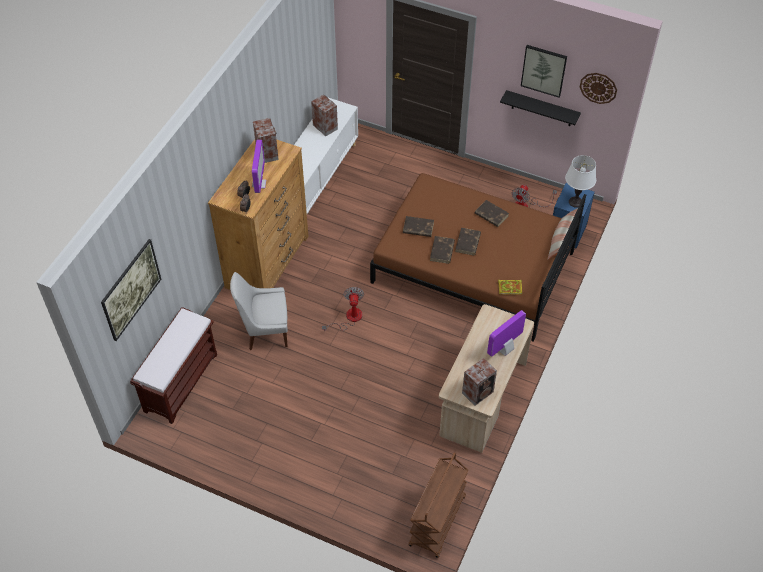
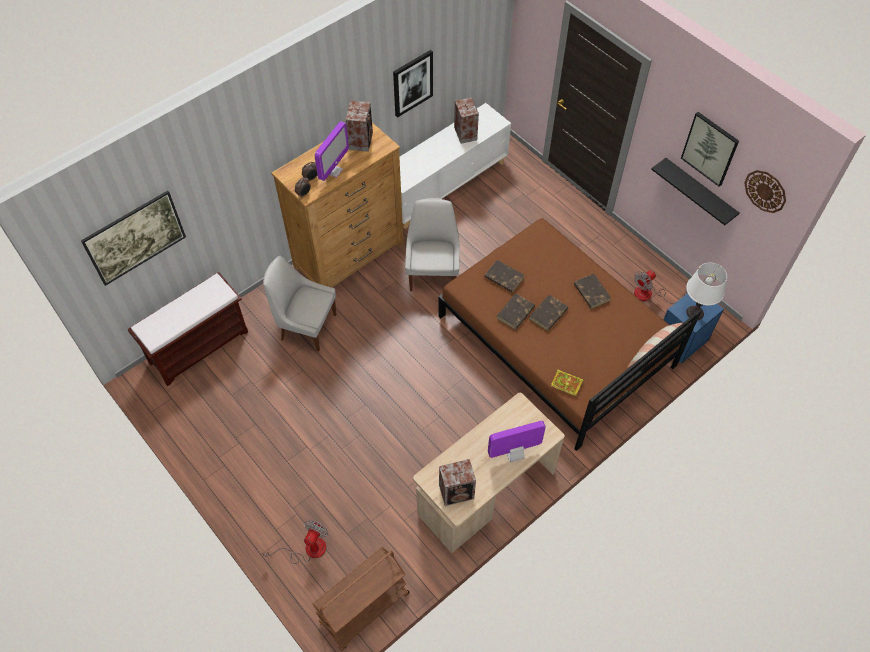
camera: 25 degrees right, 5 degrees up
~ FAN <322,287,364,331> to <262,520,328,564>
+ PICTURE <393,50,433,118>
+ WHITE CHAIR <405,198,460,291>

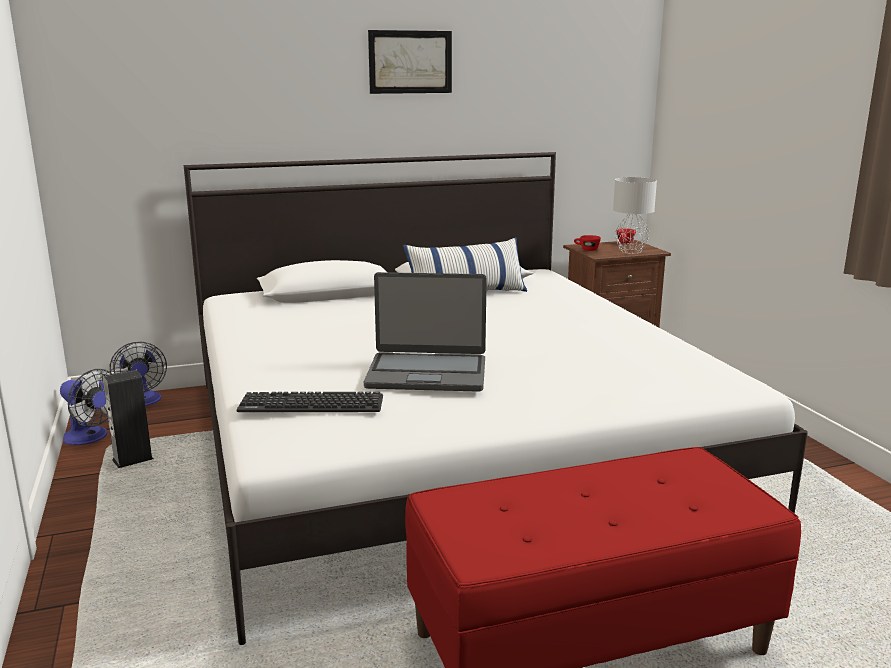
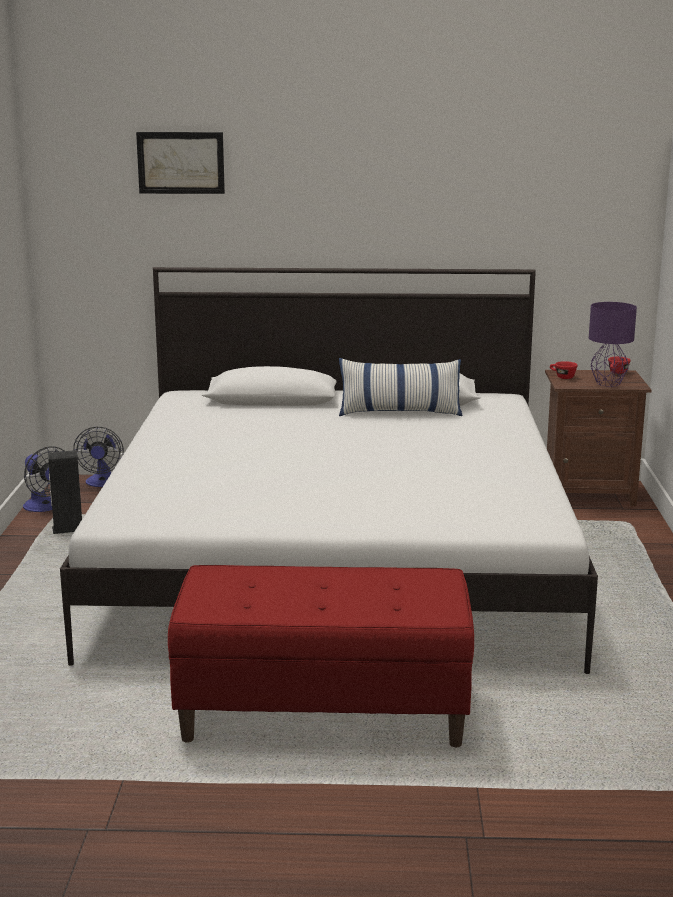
camera: 20 degrees right, 0 degrees up
~ PICTURE <368,30,452,94> to <136,132,225,194>
~ GREY TABLE LAMP <613,177,657,254> to PURPLE TABLE LAMP <589,302,637,387>
- LAPTOP <364,272,487,392>
- KEYBOARD <237,392,383,412>

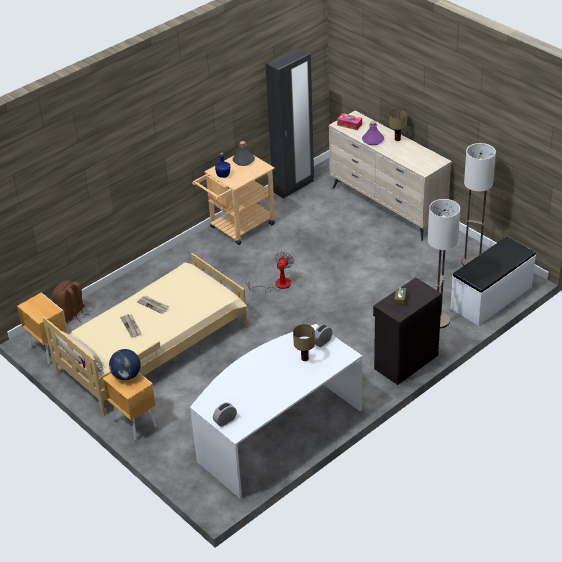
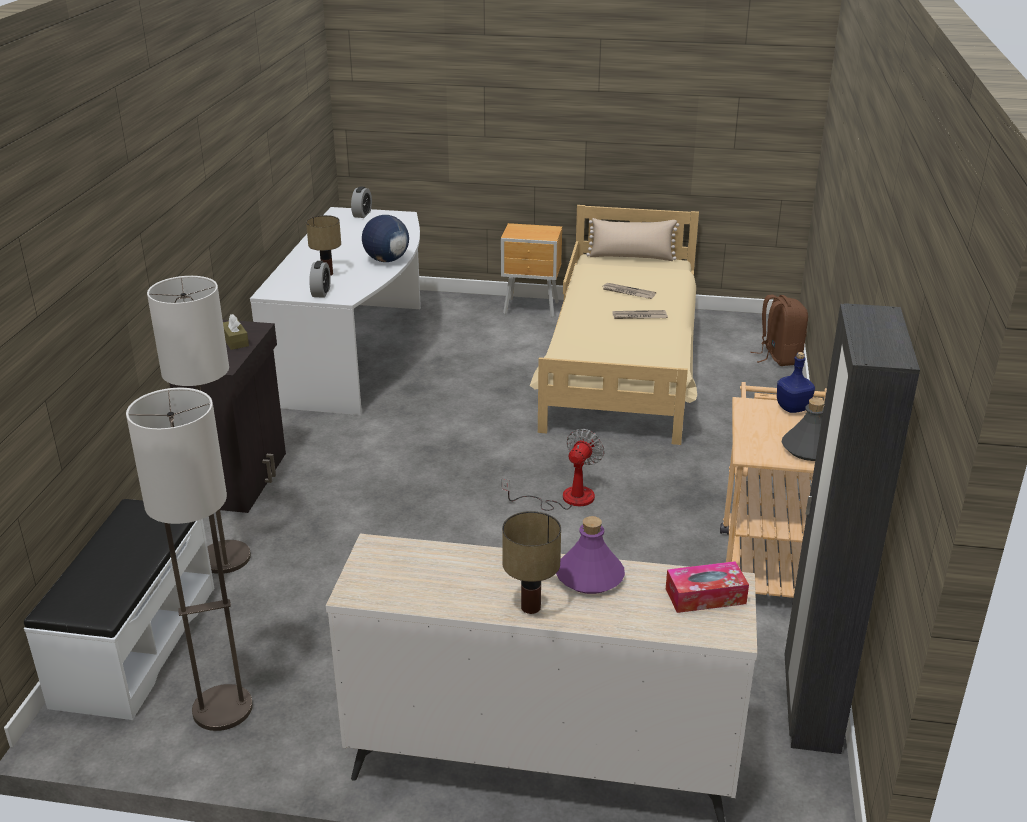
camera: 140 degrees right, 10 degrees down
~ FAN <245,251,294,293> = <502,429,605,511> 135 degrees counterclockwise
- BROWN NIGHTSTAND <17,292,67,365>
~ GLOBE <109,349,141,381> to <362,215,409,262>

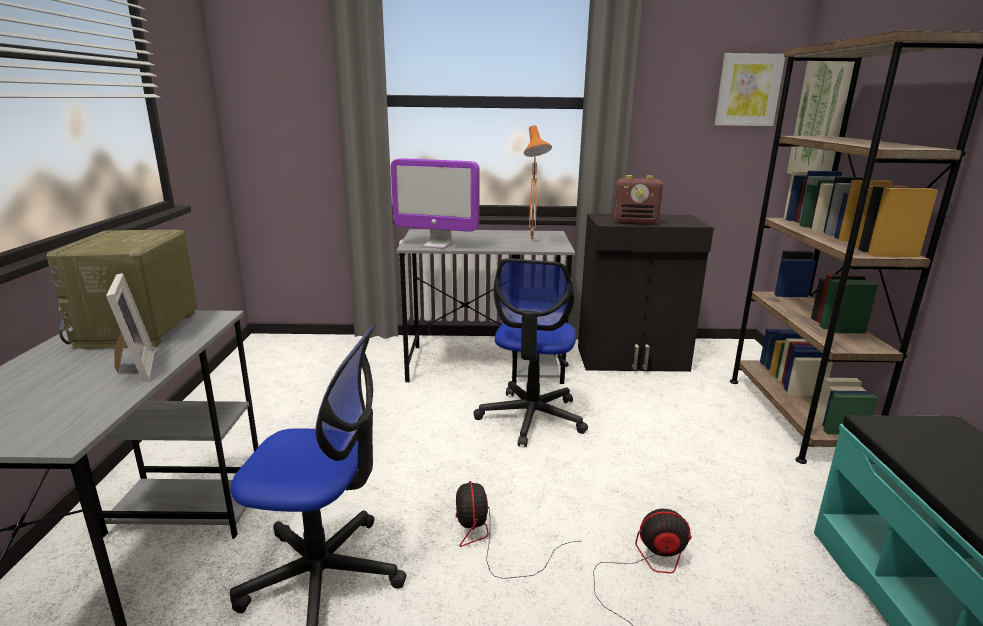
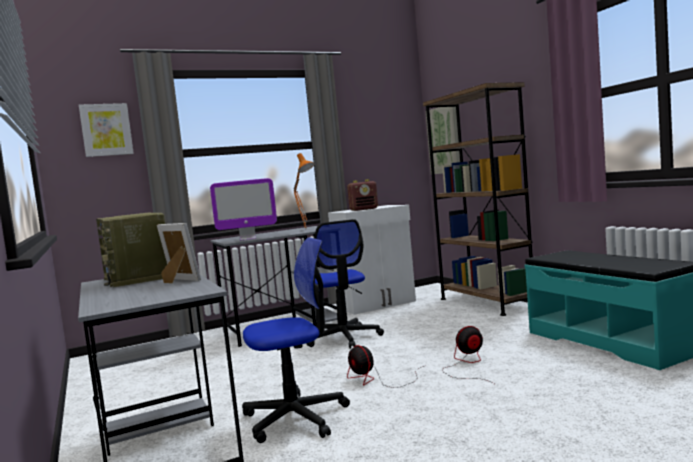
camera: 25 degrees left, 15 degrees down
~ PICTURE <714,53,785,126> to <79,103,134,157>
~ BLACK CABINET <578,214,714,372> to WHITE CABINET <328,205,416,315>

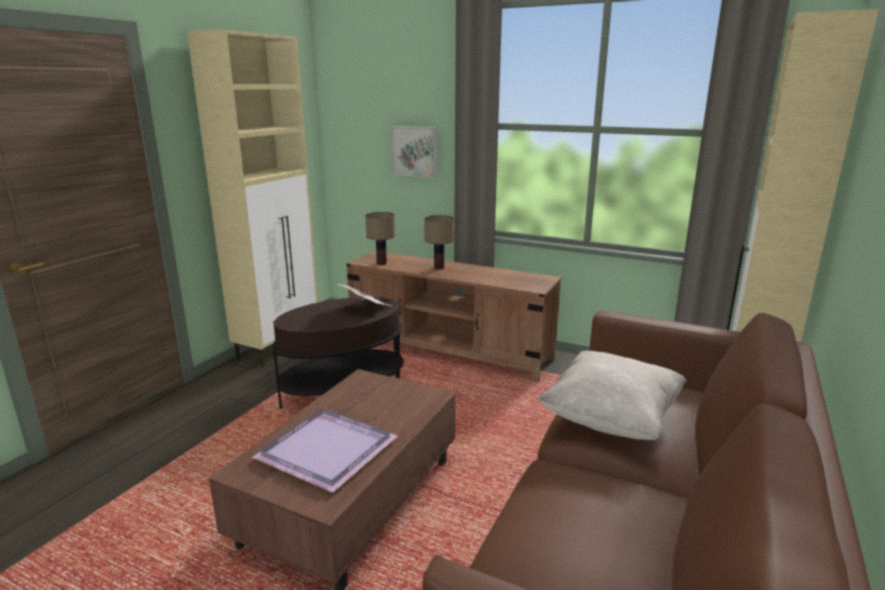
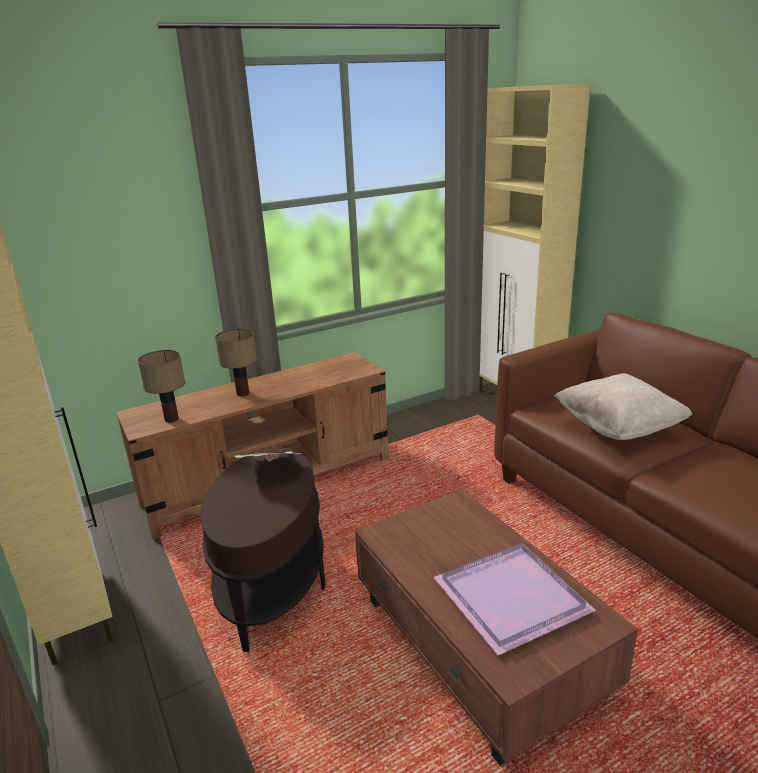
camera: 55 degrees left, 5 degrees up
- PICTURE <391,126,437,178>

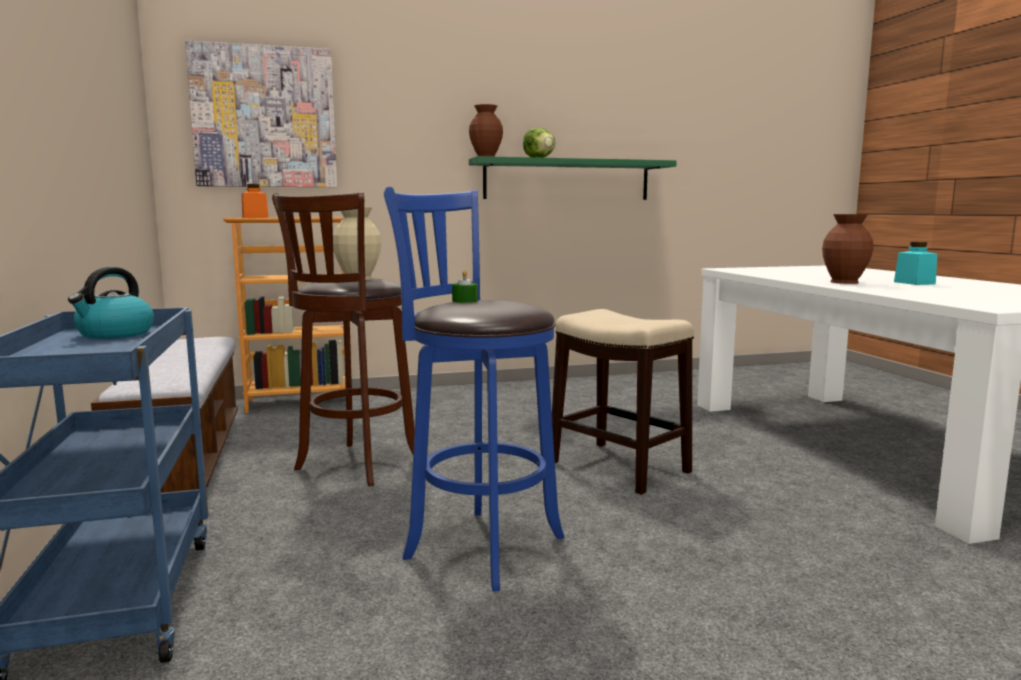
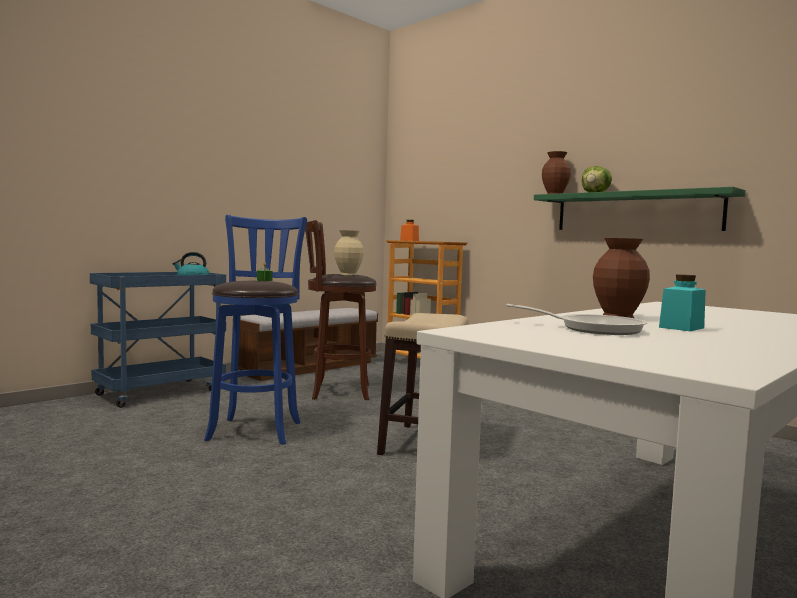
camera: 60 degrees right, 5 degrees down
- PICTURE <185,41,337,187>
+ FRYING PAN <506,304,647,335>

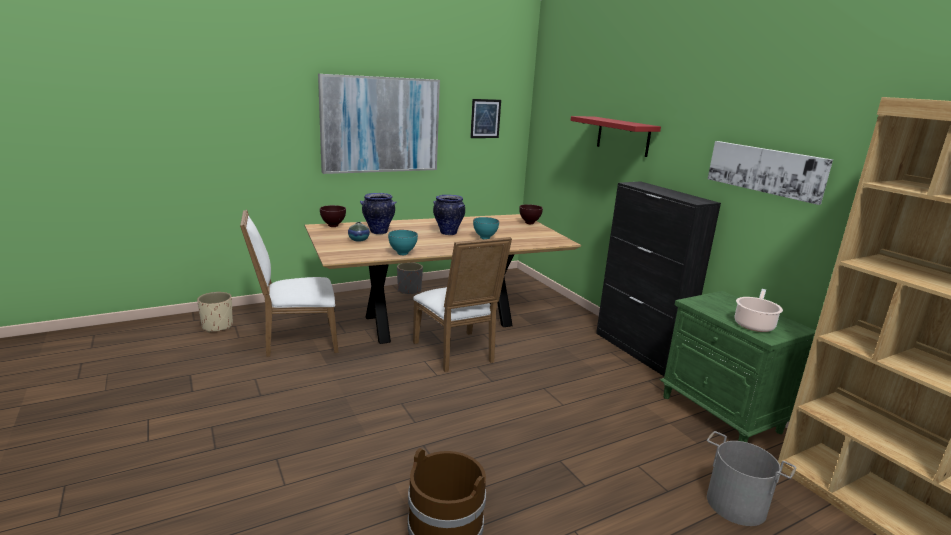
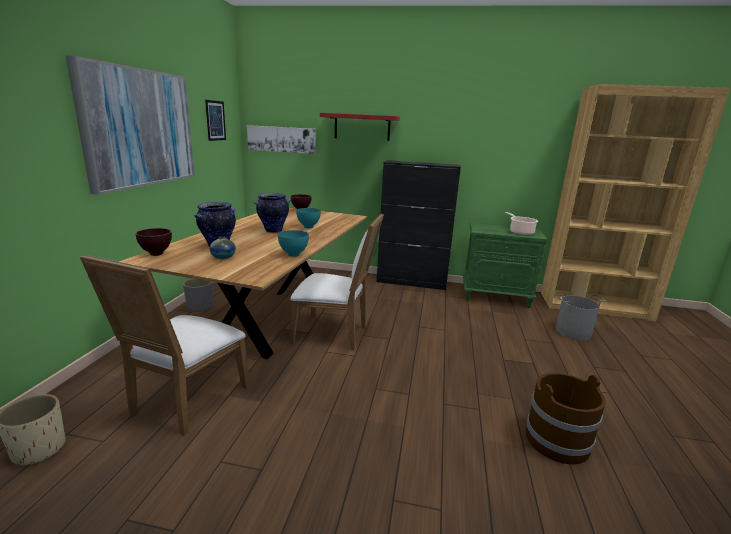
camera: 50 degrees left, 0 degrees up
~ PICTURE <708,141,833,205> to <247,125,316,154>

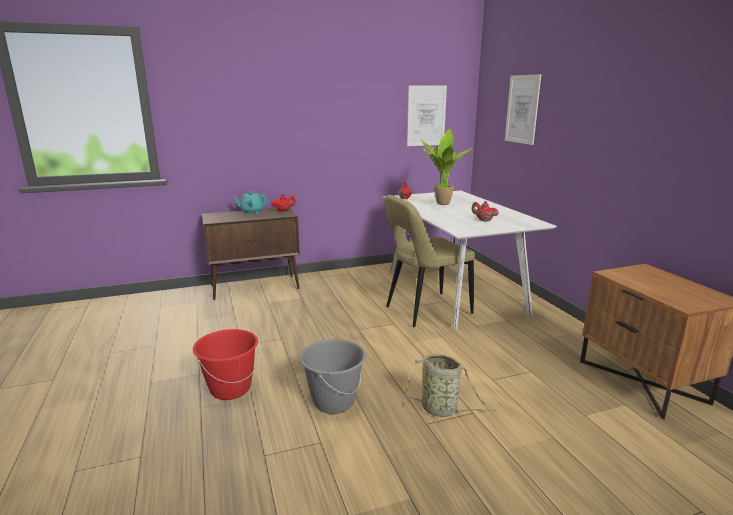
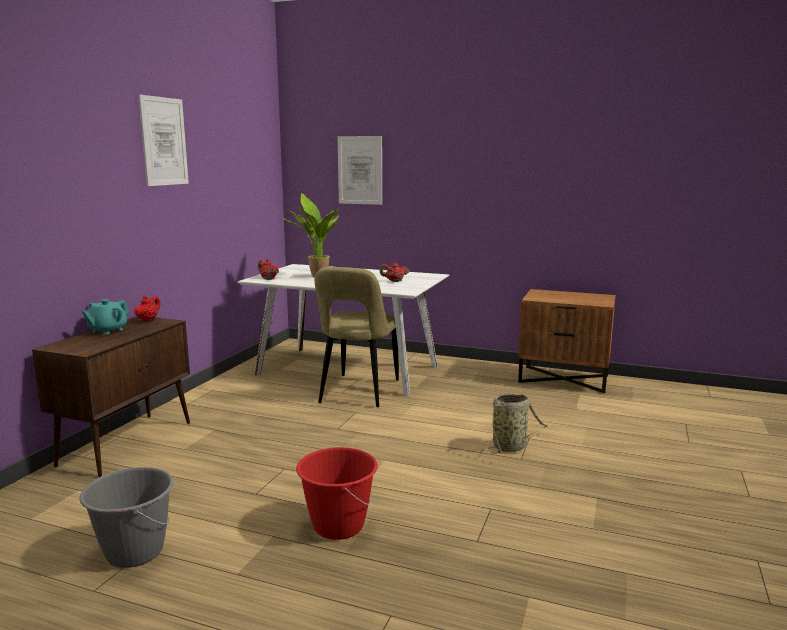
camera: 50 degrees left, 5 degrees down
~ PICTURE <407,86,447,146> to <138,94,189,186>
~ GREY BUCKET <300,339,366,414> to <80,467,174,568>

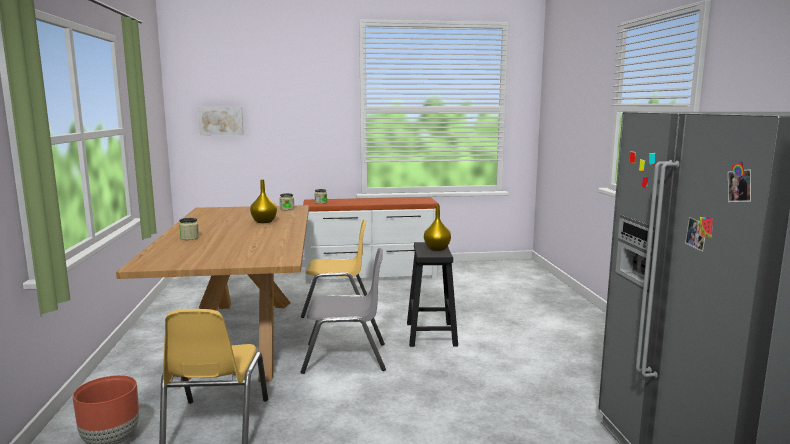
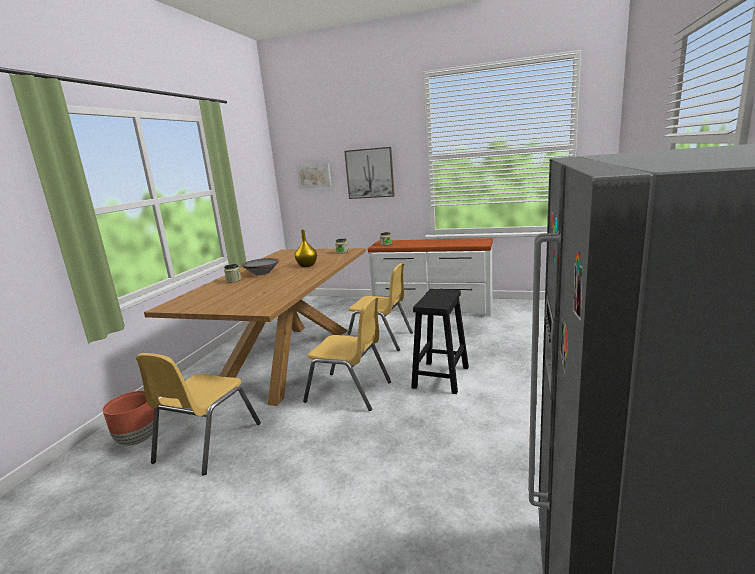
camera: 25 degrees right, 5 degrees up
- YELLOW VASE <424,205,451,251>
~ GREY CHAIR <301,248,386,374> to YELLOW CHAIR <303,297,391,411>
+ PICTURE <344,147,395,199>
+ GREY BOWL <241,258,279,275>

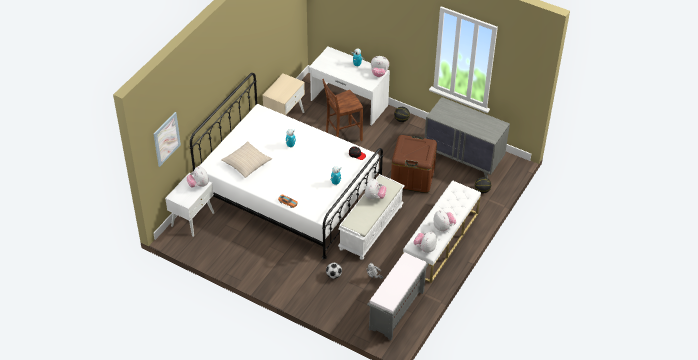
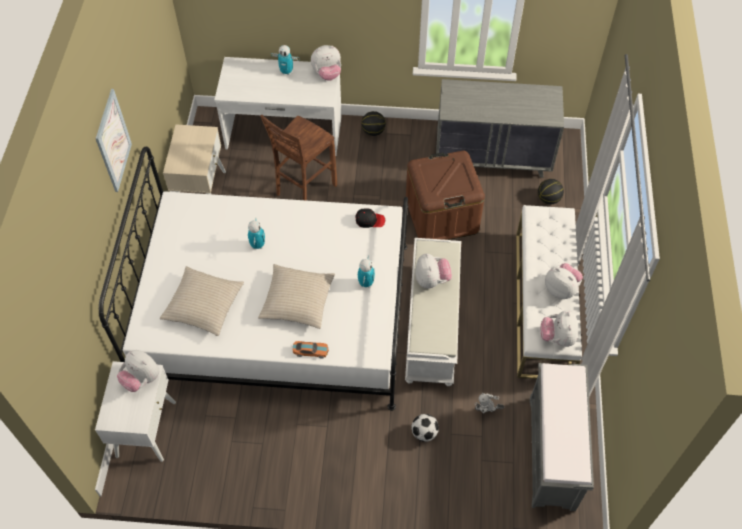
camera: 25 degrees left, 10 degrees up
~ PICTURE <154,112,181,167> to <95,89,132,192>
+ BEIGE PILLOW <258,264,335,329>

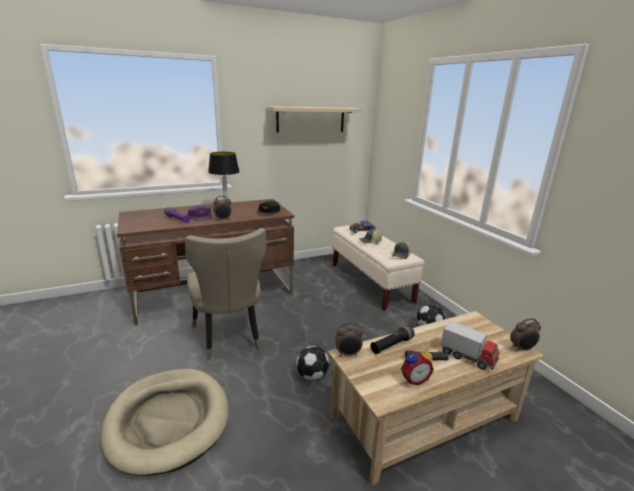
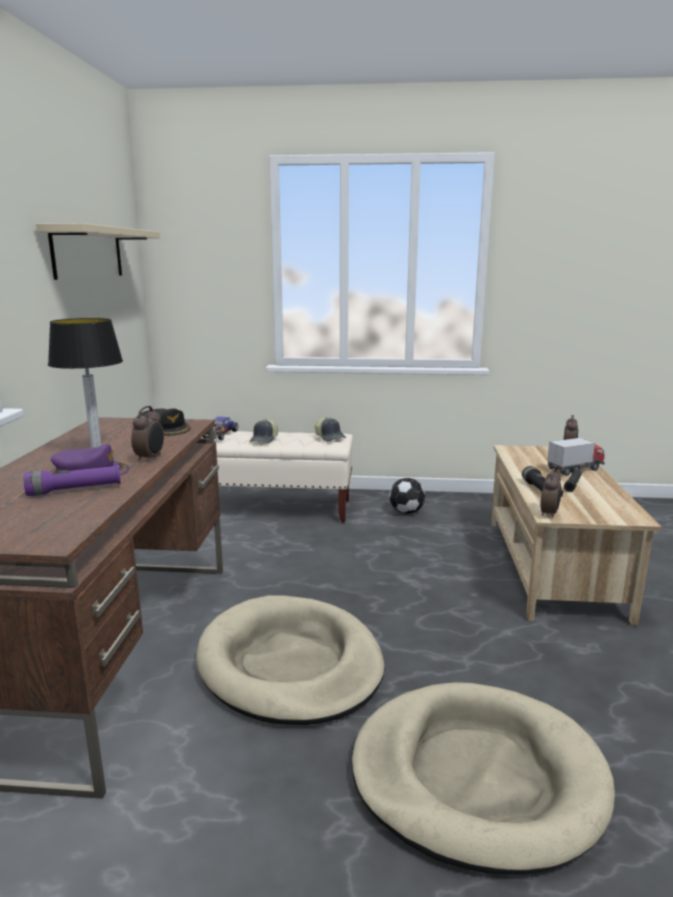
camera: 60 degrees left, 5 degrees down
~ BEIGE CHAIR <185,228,266,360> to BEIGE DOG BED <196,595,384,725>
- FOOTBALL <296,346,329,381>
- ALARM CLOCK <401,348,434,385>

